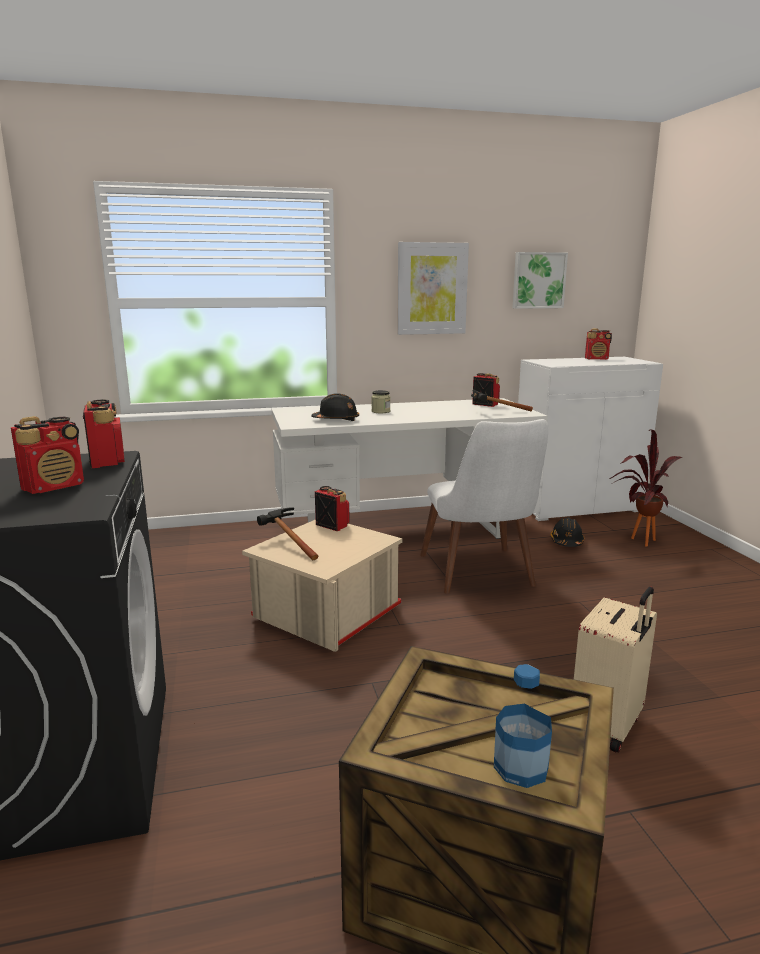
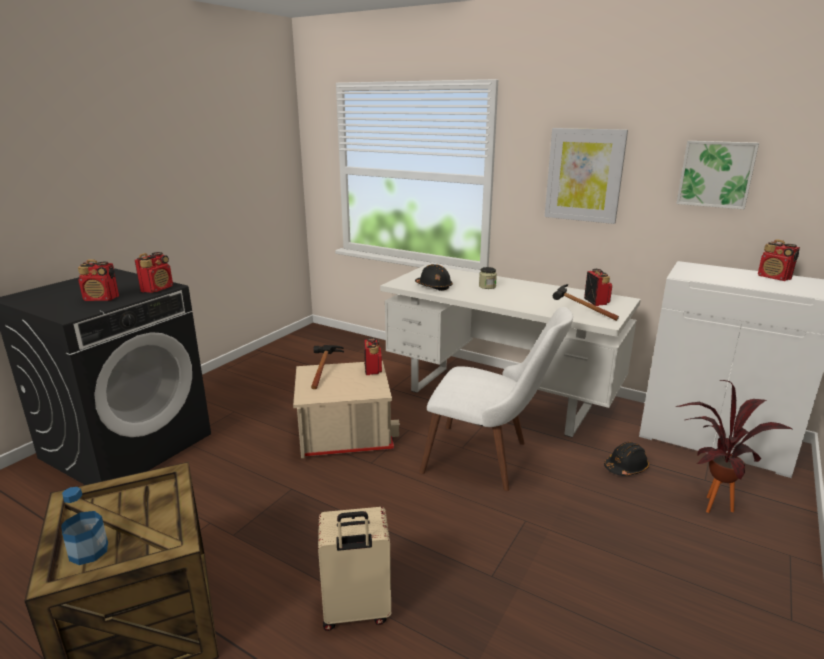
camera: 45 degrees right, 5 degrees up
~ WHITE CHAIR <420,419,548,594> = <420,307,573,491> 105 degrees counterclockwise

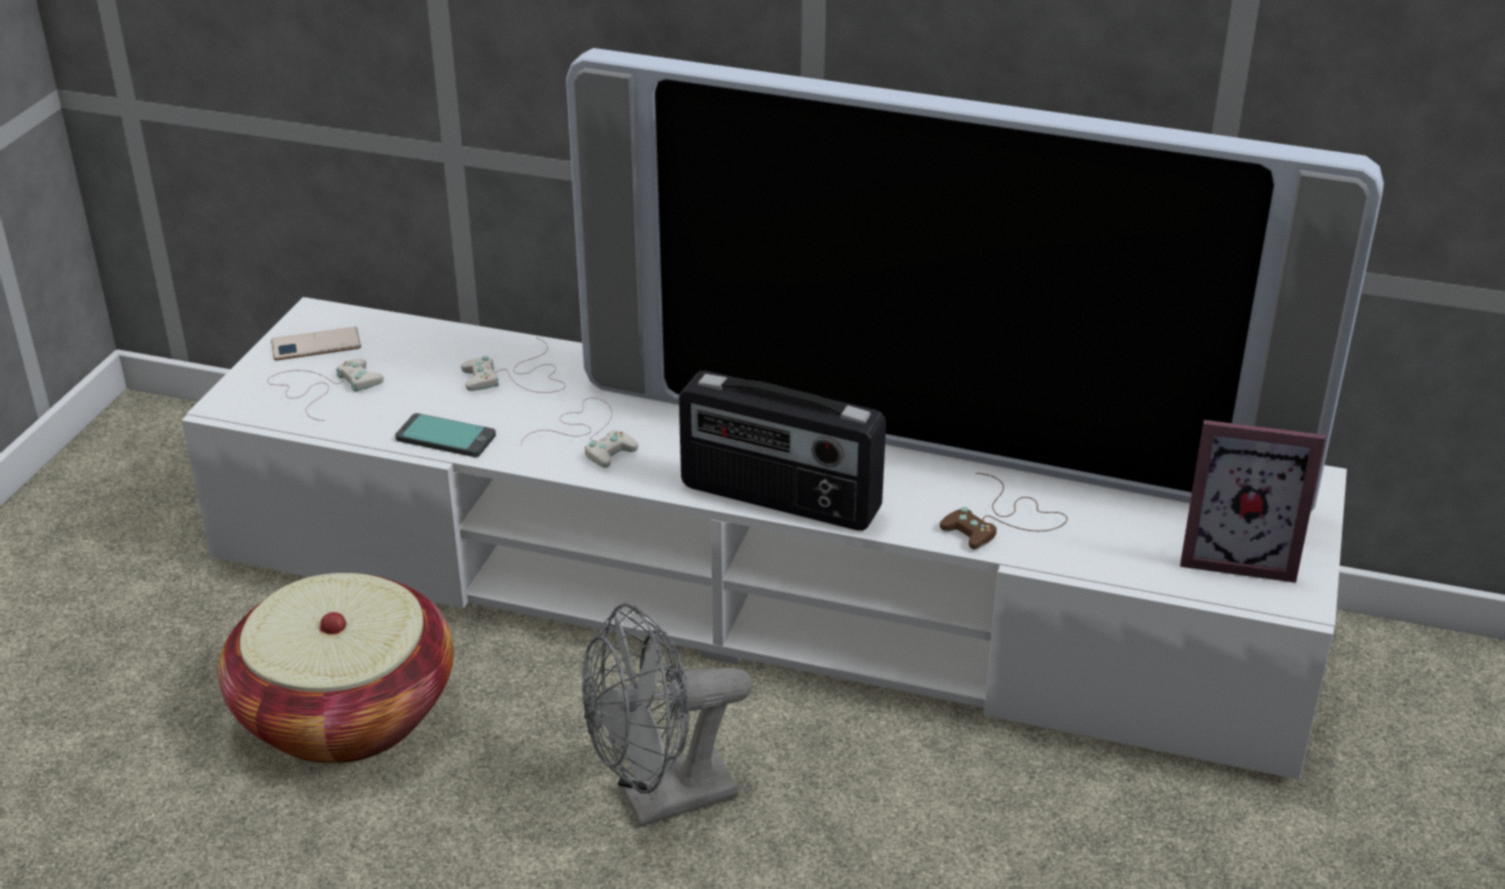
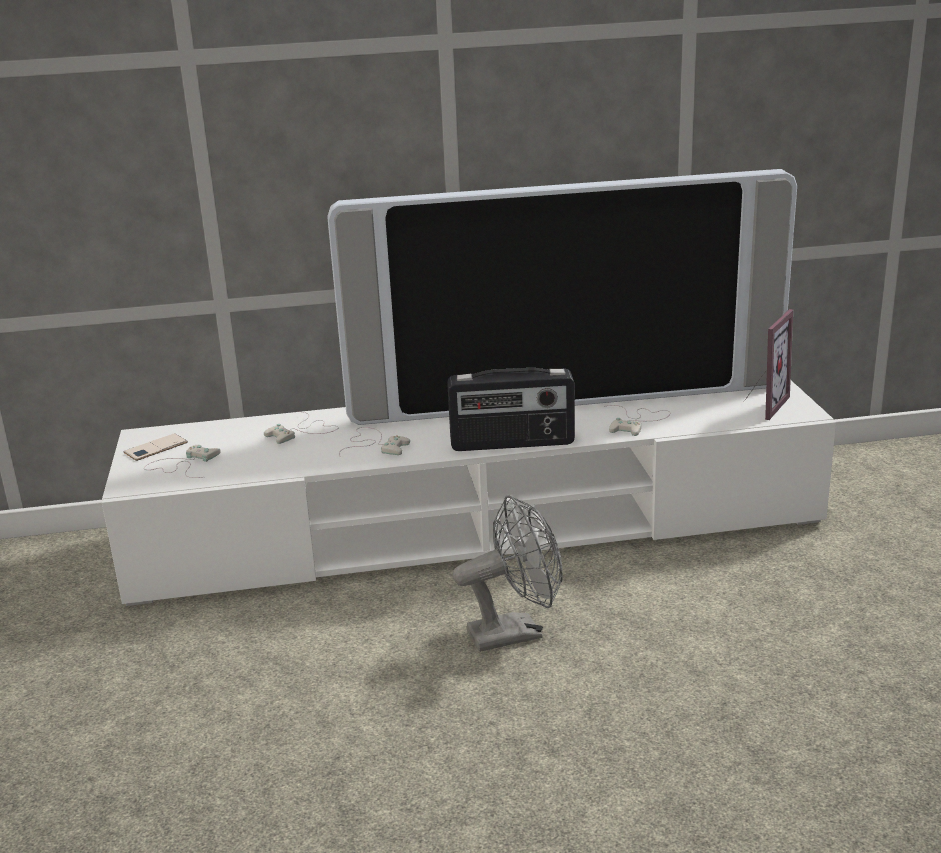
camera: 25 degrees left, 10 degrees down
- PHONE <395,413,496,457>
~ PICTURE FRAME <1180,420,1326,583> = <744,309,793,420> 45 degrees counterclockwise
~ BROWN GAME CONTROLLER <940,473,1068,550> to WHITE GAME CONTROLLER <604,405,670,436>
- BASKET <218,573,454,764>
~ GREY FAN <582,603,752,827> = <453,495,563,652> 150 degrees counterclockwise

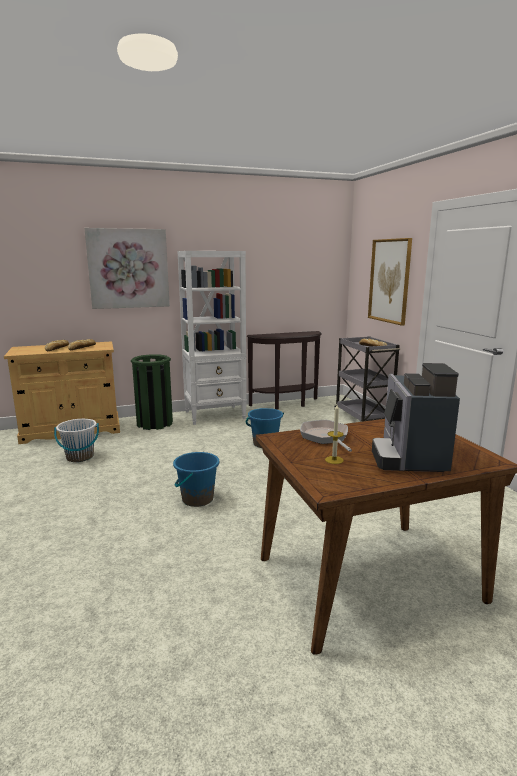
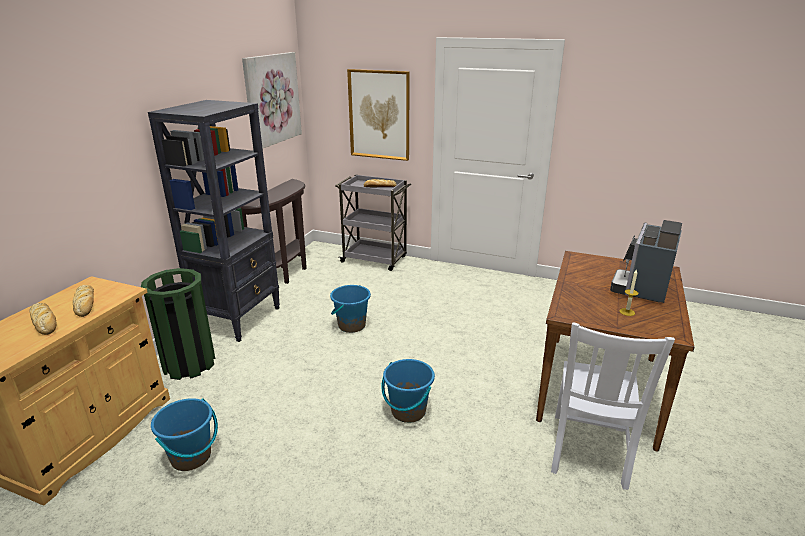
camera: 50 degrees left, 10 degrees up
~ PICTURE <84,228,170,309> to <242,52,302,150>
~ WHITE BOOKCASE <178,251,247,425> to BLACK BOOKCASE <148,100,280,342>
~ COFFEE MACHINE <372,363,460,472> = <610,220,682,303> 75 degrees clockwise
~ WHITE BUCKET <54,419,99,462> to BLUE BUCKET <151,398,218,471>
- FRYING PAN <300,420,352,452>
+ WHITE CHAIR <551,322,675,490>

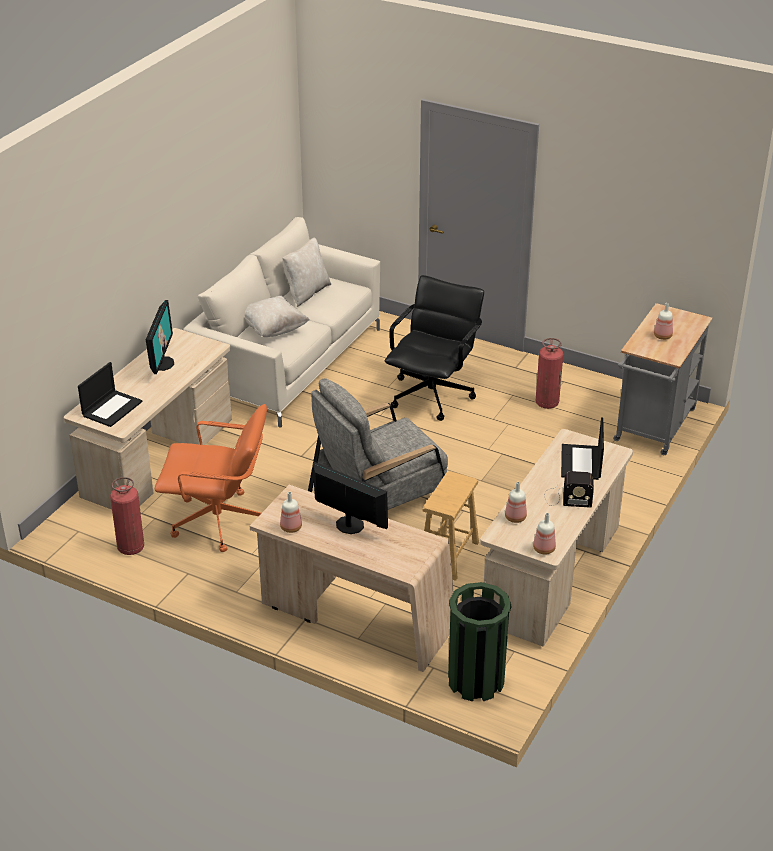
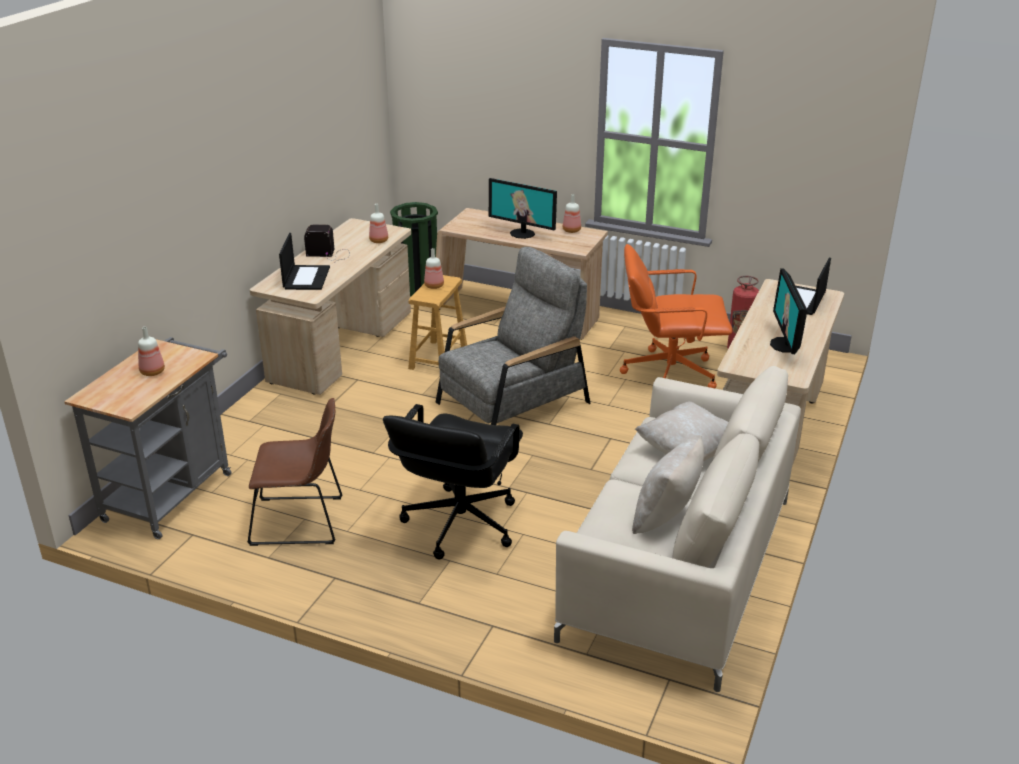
camera: 175 degrees right, 5 degrees down
~ FIRE EXTINGUISHER <536,338,563,409> to BROWN CHAIR <247,398,342,546>
~ BOTTLE <533,513,556,555> to <424,248,444,289>

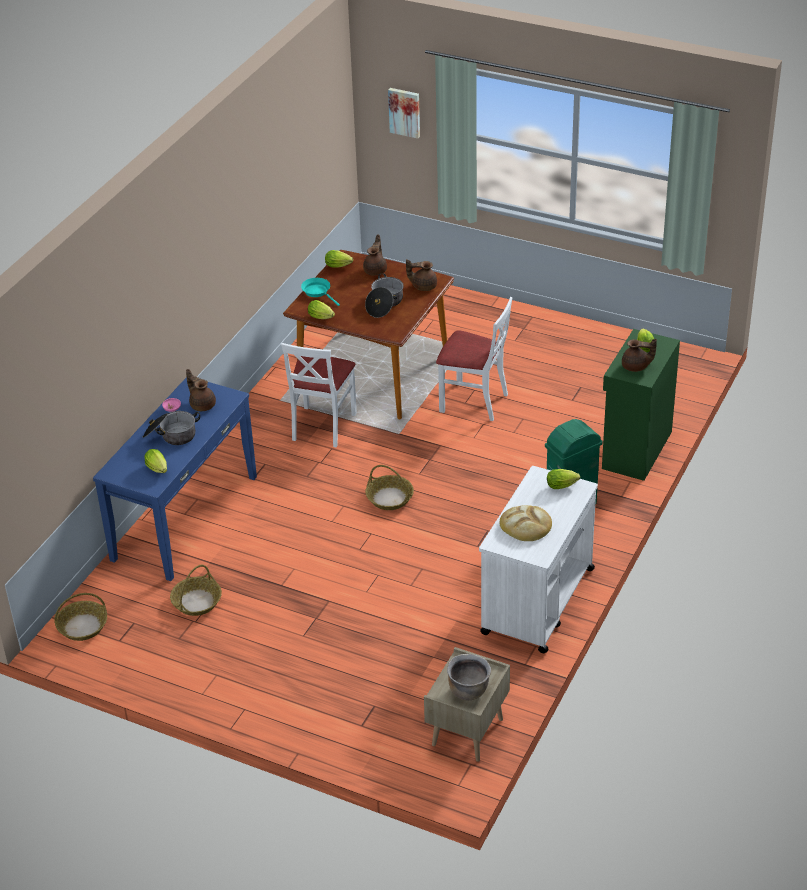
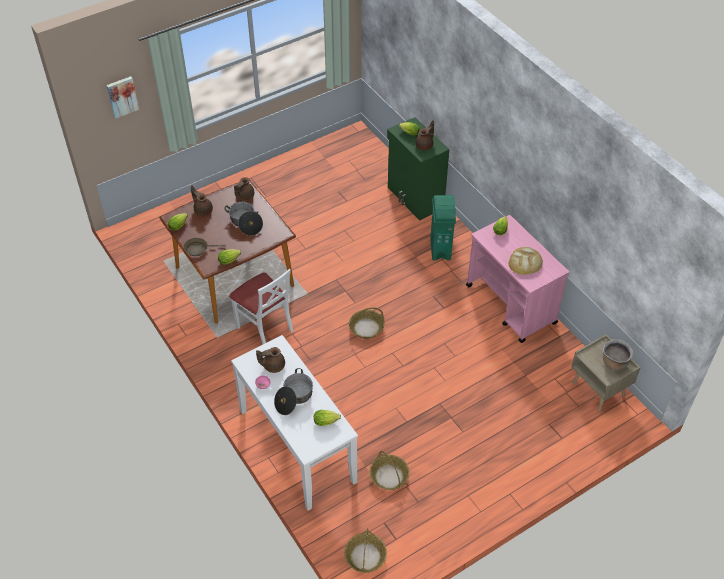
camera: 60 degrees left, 10 degrees up
~ TURQUOISE FRYING PAN <301,278,340,306> to BROWN FRYING PAN <184,238,226,256>
- WHITE CHAIR <436,297,513,421>
~ BLUE CONSOLE TABLE <93,377,257,581> to WHITE CONSOLE TABLE <231,335,358,511>
~ WHITE CART <479,466,598,653> to PINK CART <466,215,569,343>

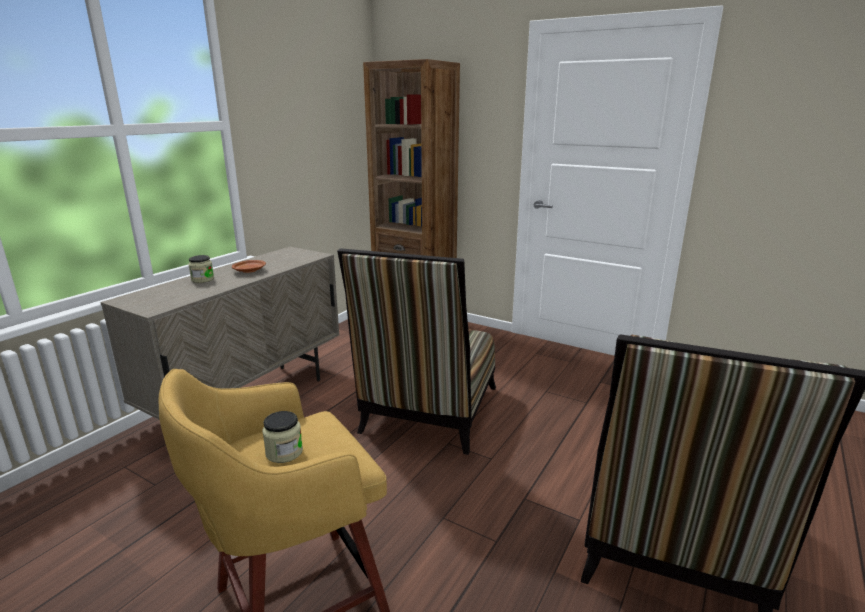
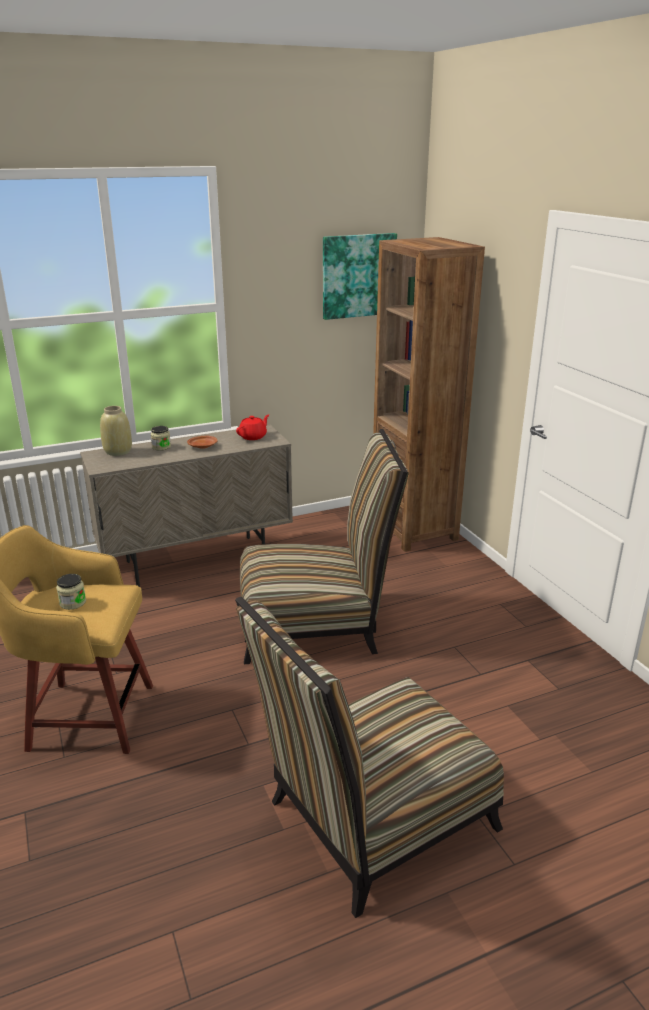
camera: 35 degrees right, 5 degrees up
~ CHAIR <337,248,496,455> = <240,429,409,664> 150 degrees counterclockwise
+ PICTURE <323,233,397,320>
+ BEIGE VASE <100,406,132,456>
+ RED TEAPOT <236,415,269,440>

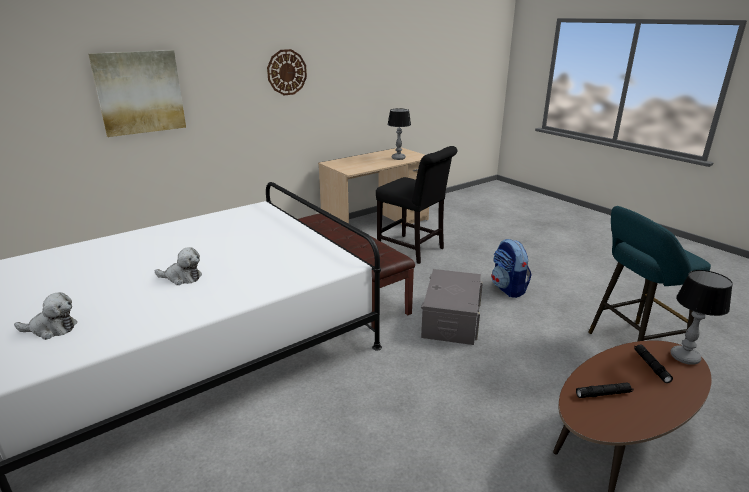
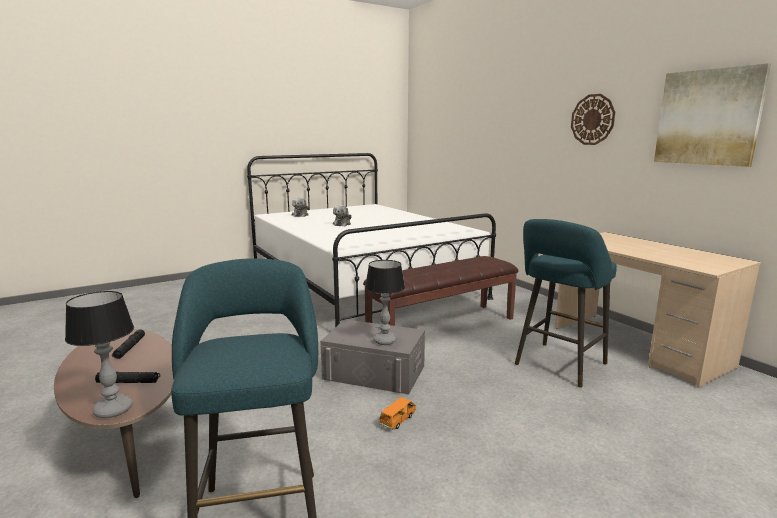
camera: 95 degrees right, 10 degrees down
~ PICTURE <88,50,186,137> to <654,63,771,167>
~ TABLE LAMP <388,108,411,160> to <365,260,405,345>
~ BLACK CHAIR <376,146,457,264> to TURQUOISE STOOL <515,219,617,388>
- BACKPACK <492,239,532,298>
+ ORANGE TOY CAR <379,397,416,430>

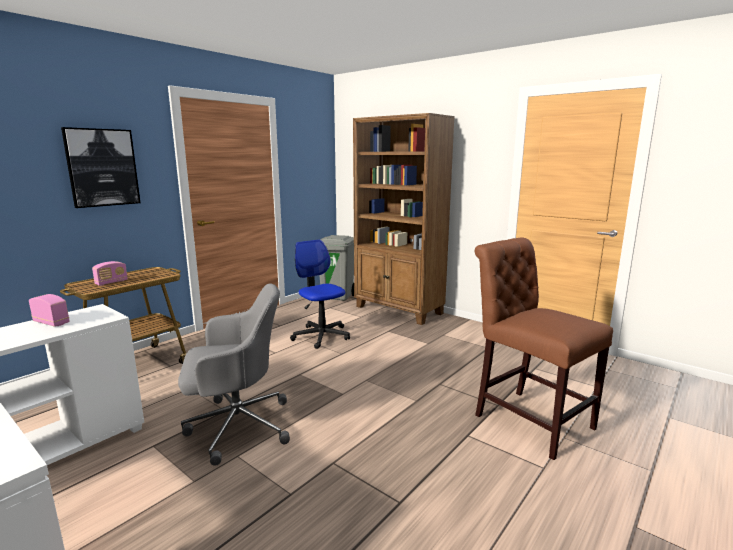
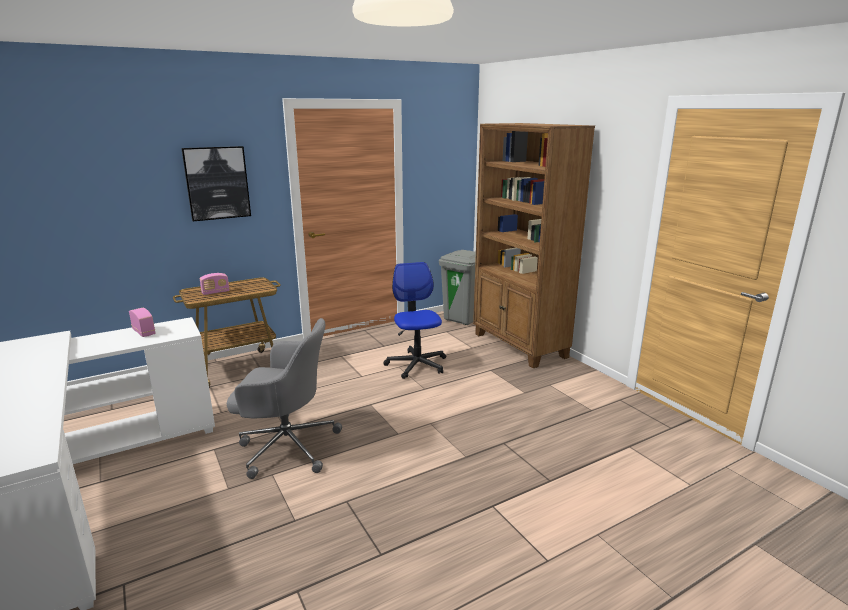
camera: 20 degrees right, 5 degrees up
- BROWN CHAIR <475,237,613,460>

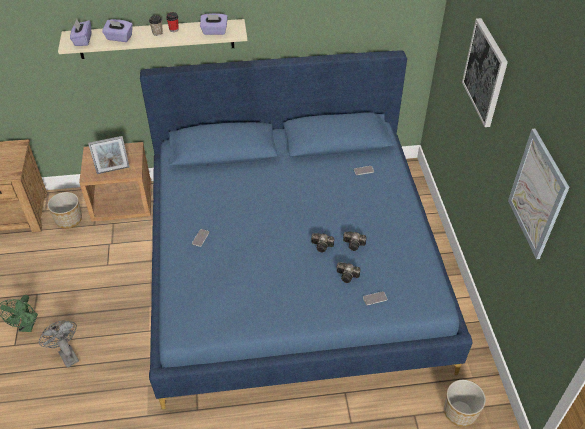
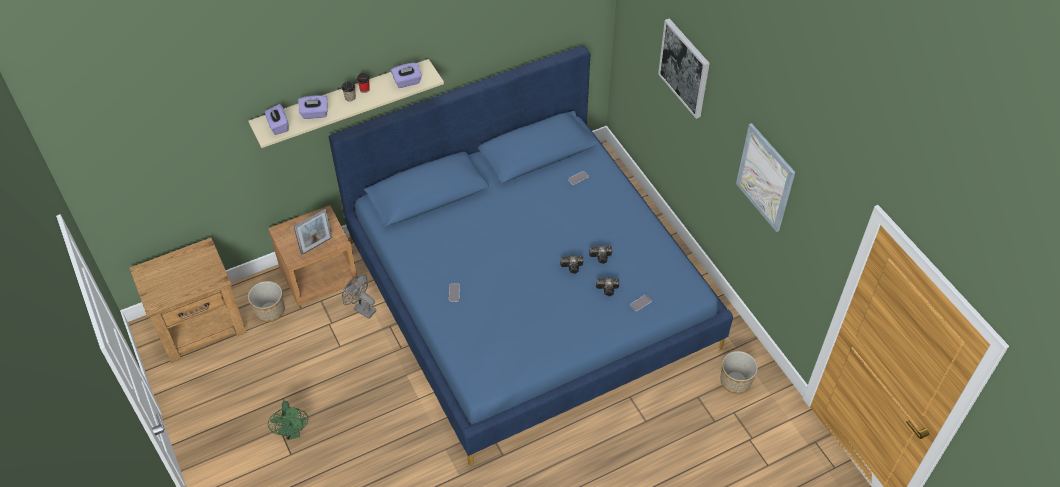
camera: 20 degrees left, 5 degrees up
~ GREY FAN <39,321,79,368> to <342,275,377,319>

